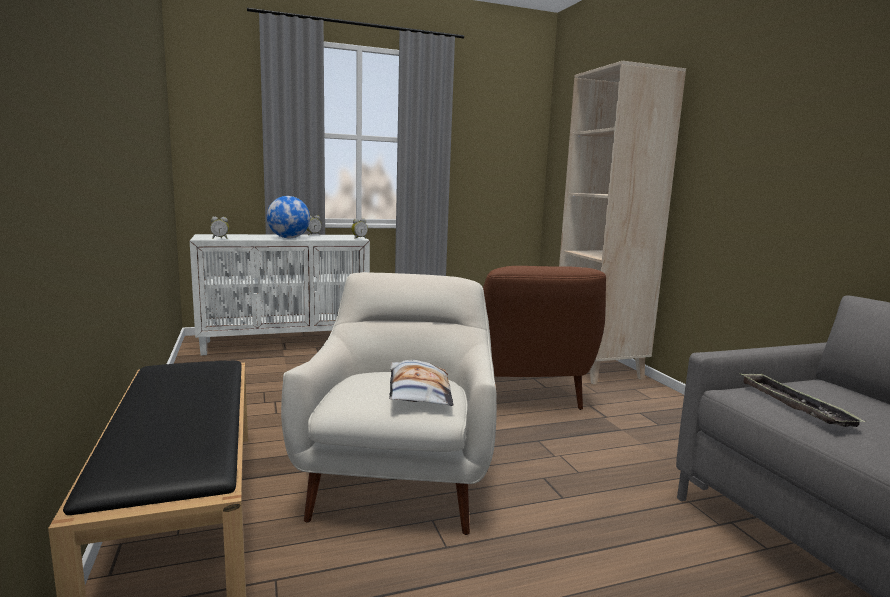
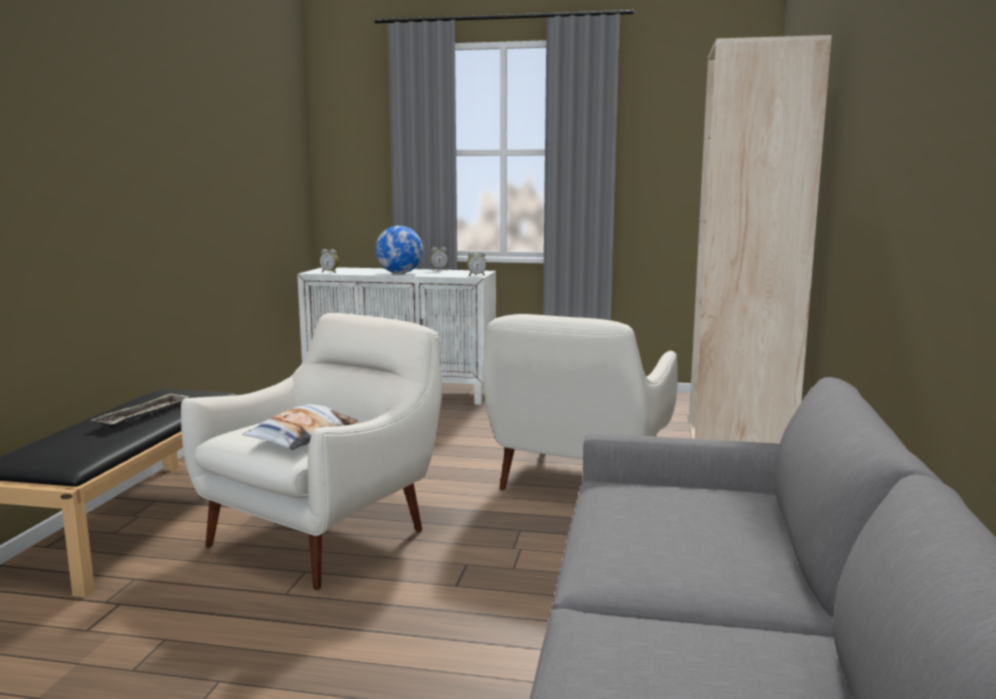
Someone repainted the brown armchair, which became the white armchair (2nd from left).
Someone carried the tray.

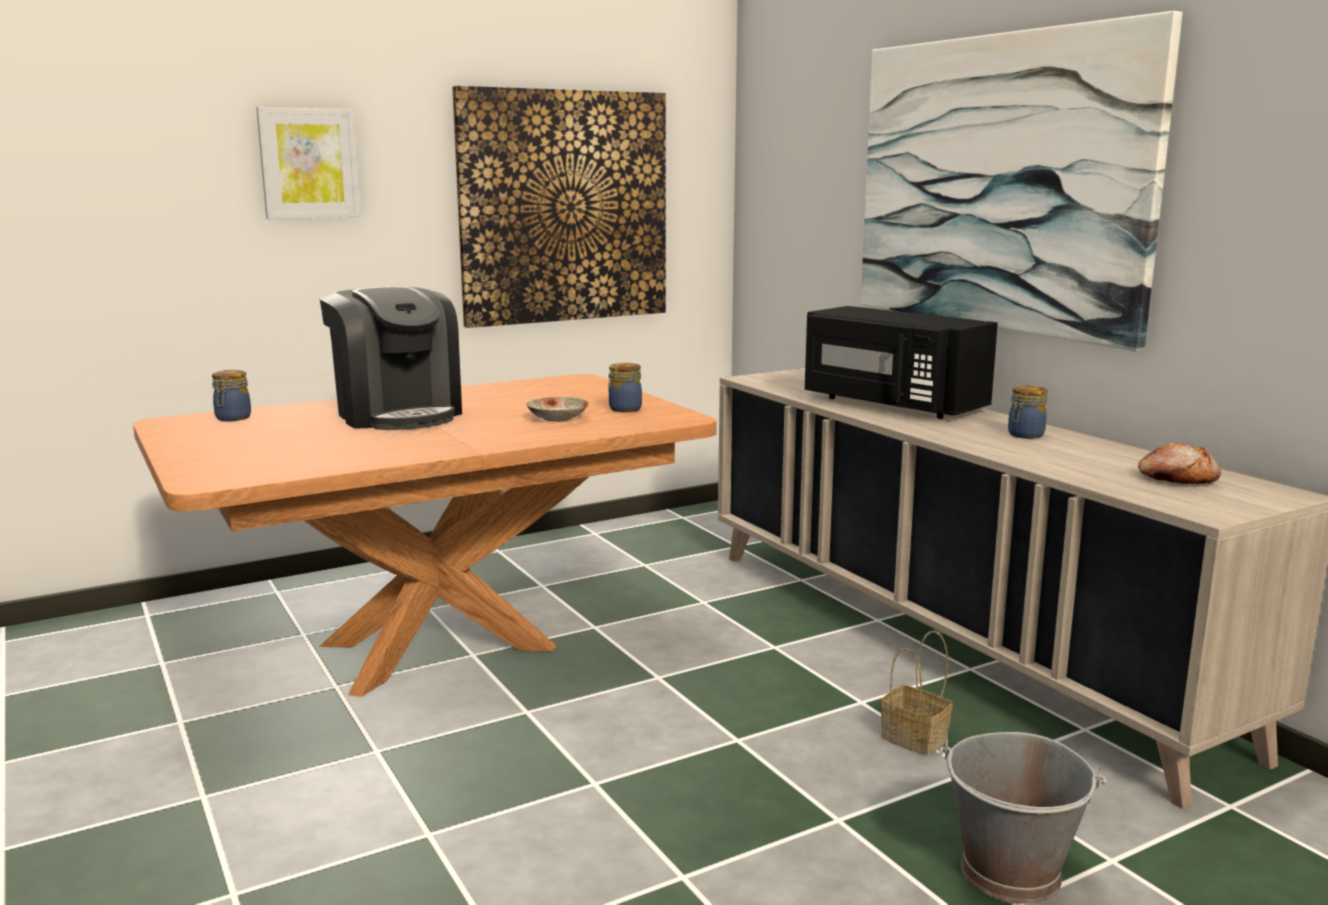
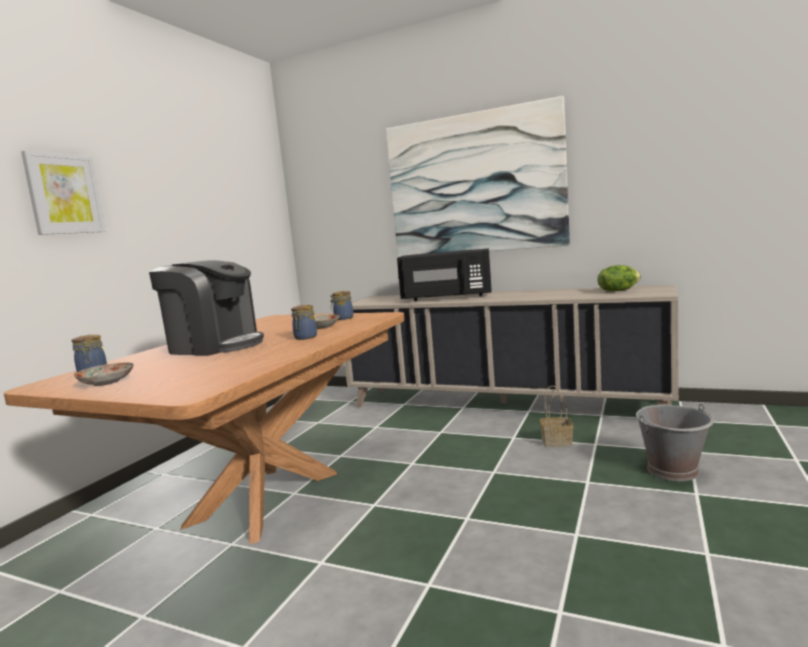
Someone took away the picture (2nd from left).
Someone carried the jar (3rd from left in the first image).
Someone swapped the bread for the lettuce.
Someone put down the plate (1st from left).

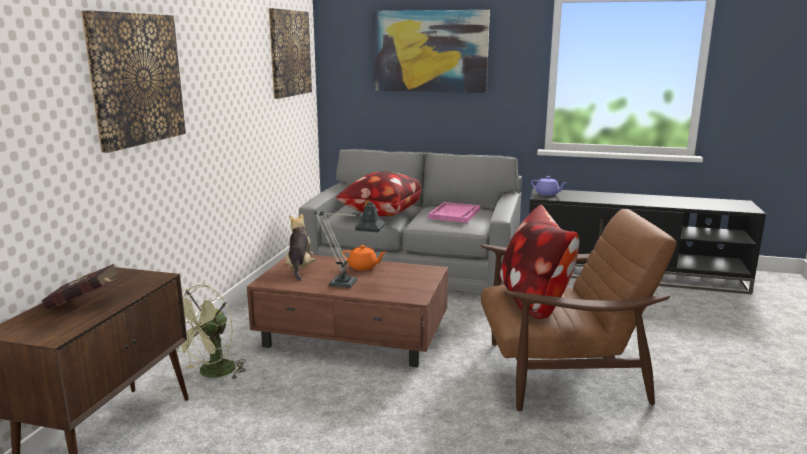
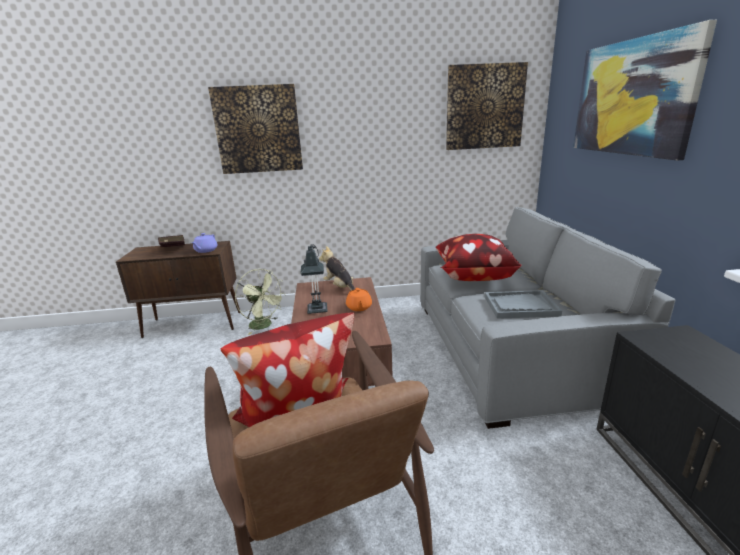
Someone carried the purple teapot.
Someone repainted the pink tray, which became the grey tray.
Someone rotated the plush toy by 105 degrees counterclockwise.
Someone rotated the green fan by 150 degrees counterclockwise.

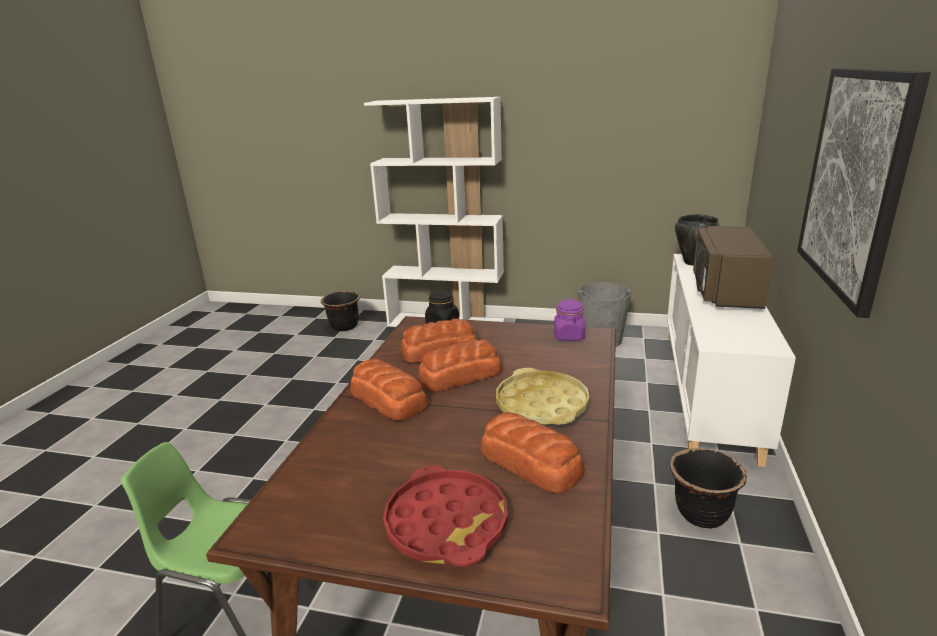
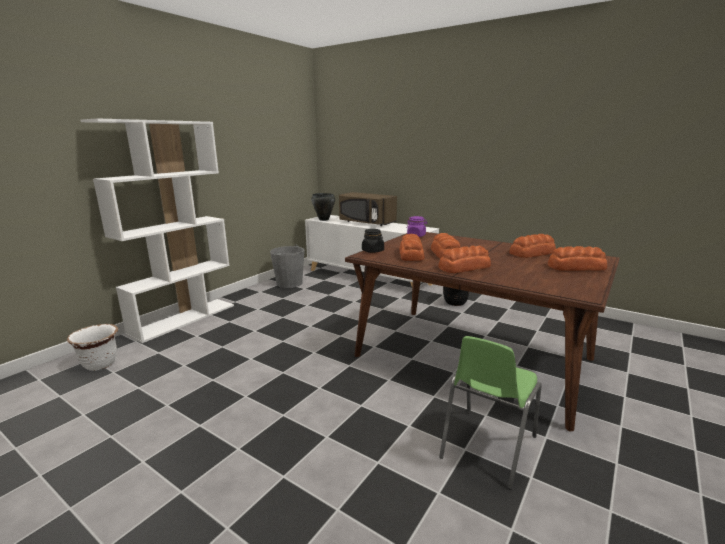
Someone took away the picture.
Someone repainted the black planter (1st from left), which became the white planter.
Someone took away the yellow tray.
Someone swapped the red tray for the bread (5th from left).

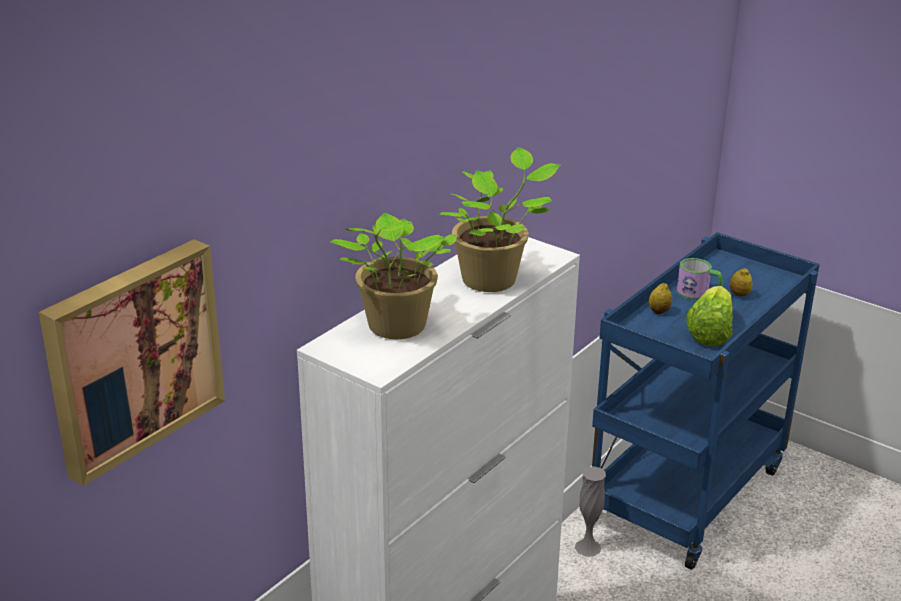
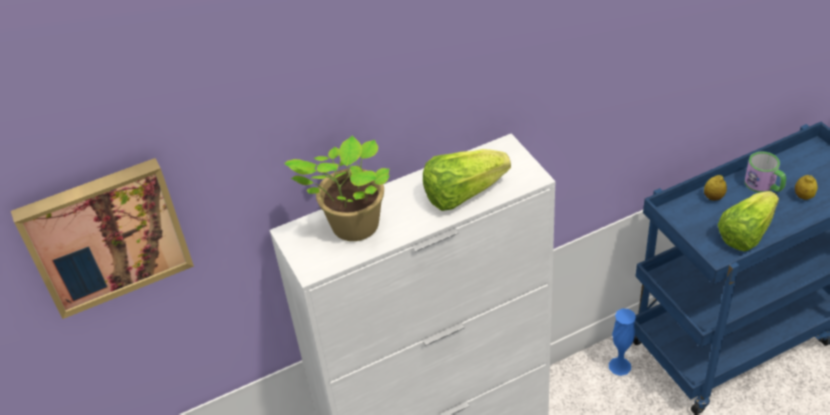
Someone swapped the potted plant (2nd from left) for the lettuce (1st from left).
Someone repainted the grey vase, which became the blue vase.

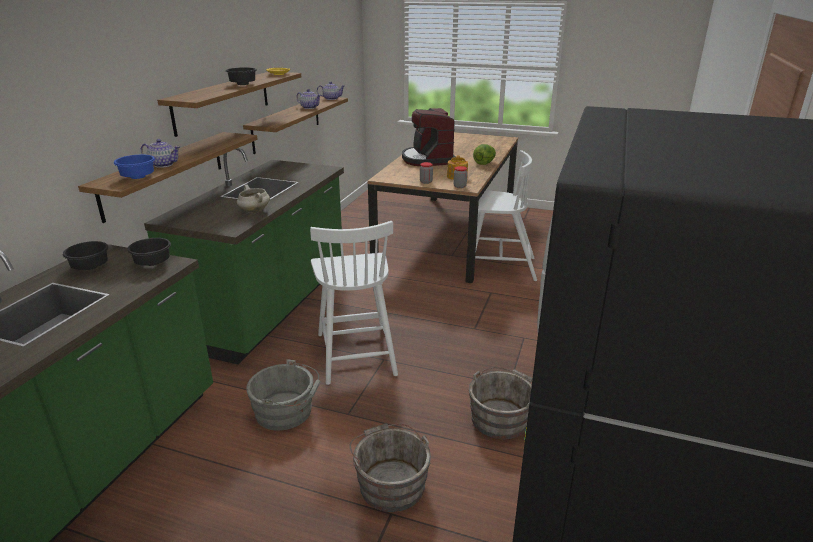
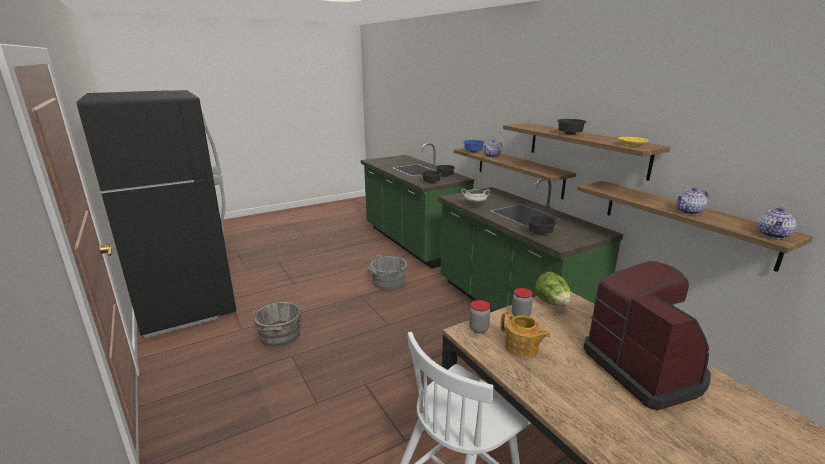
Someone rotated the coffee machine by 45 degrees clockwise.
Someone carried the lettuce.
Someone took away the white chair (1st from left).
Someone took away the grey bucket (2nd from left).
Someone put down the black bowl (3rd from left).

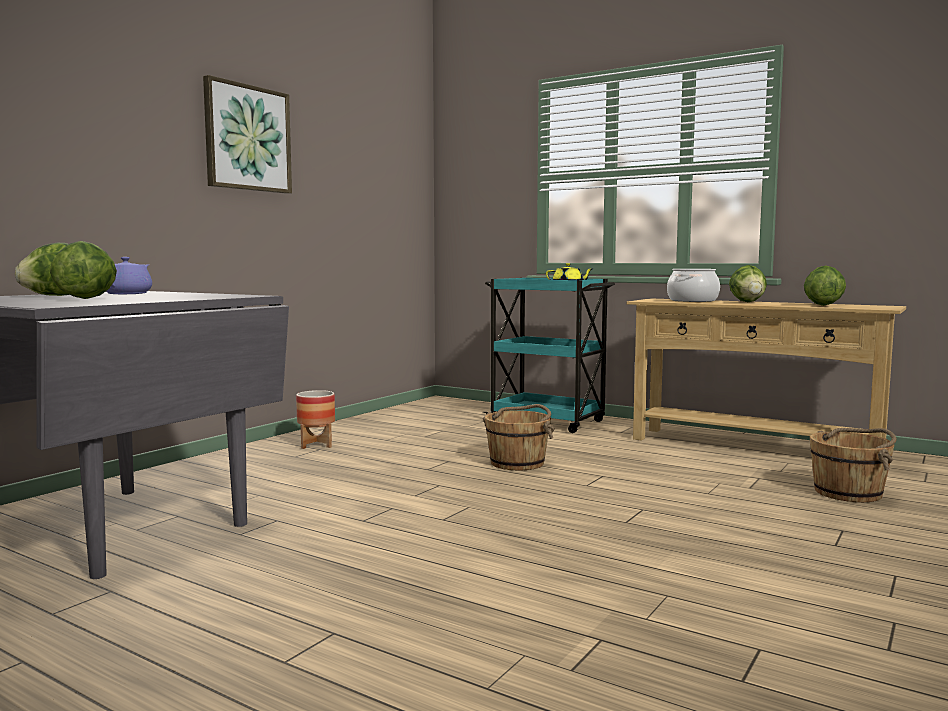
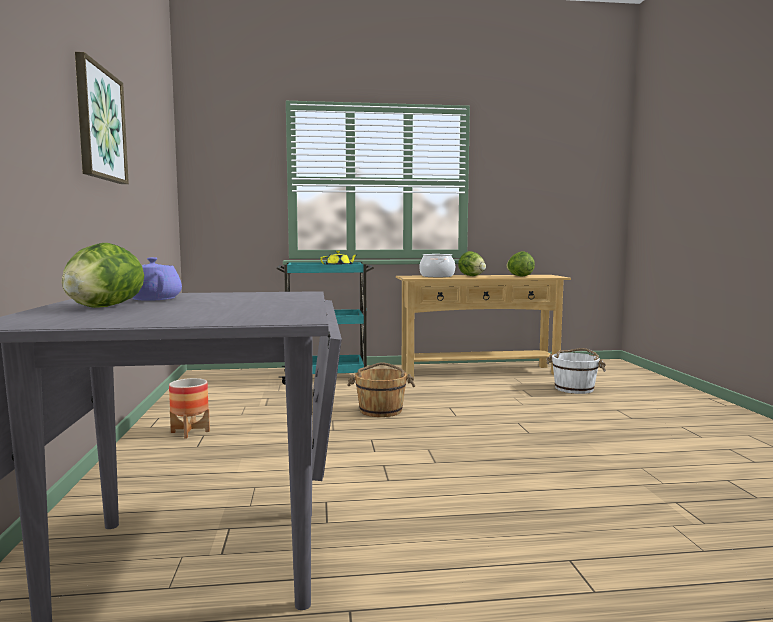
Someone took away the lettuce (2nd from left).
Someone repainted the brown bucket (2nd from left), which became the white bucket.

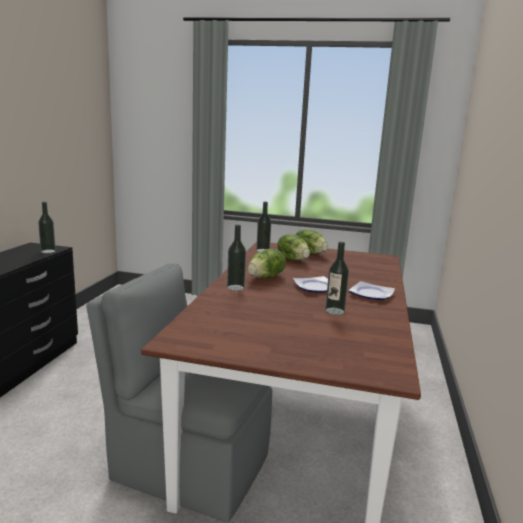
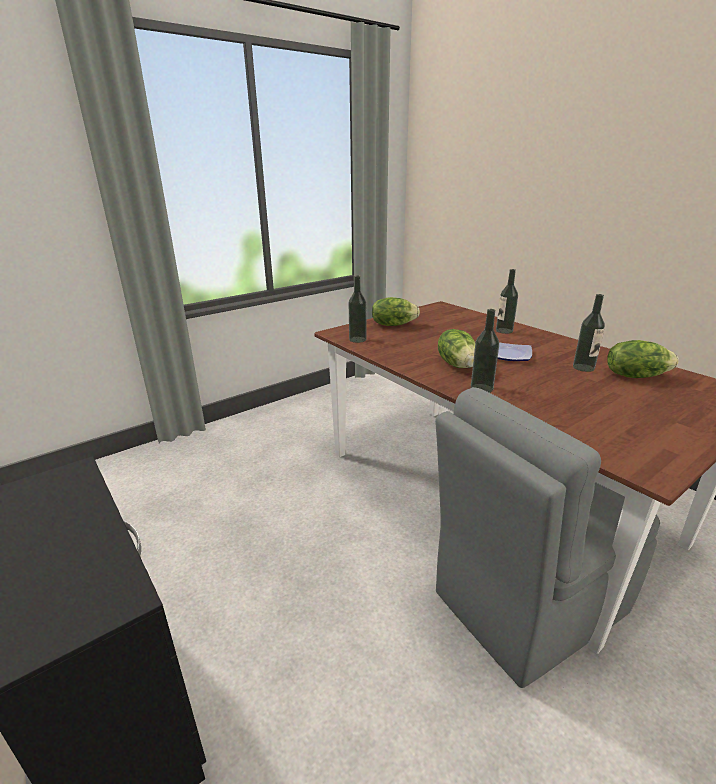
Someone carried the bottle (1st from left in the first image).
Someone carried the lettuce (2nd from left in the first image).
Someone took away the plate (2nd from left).

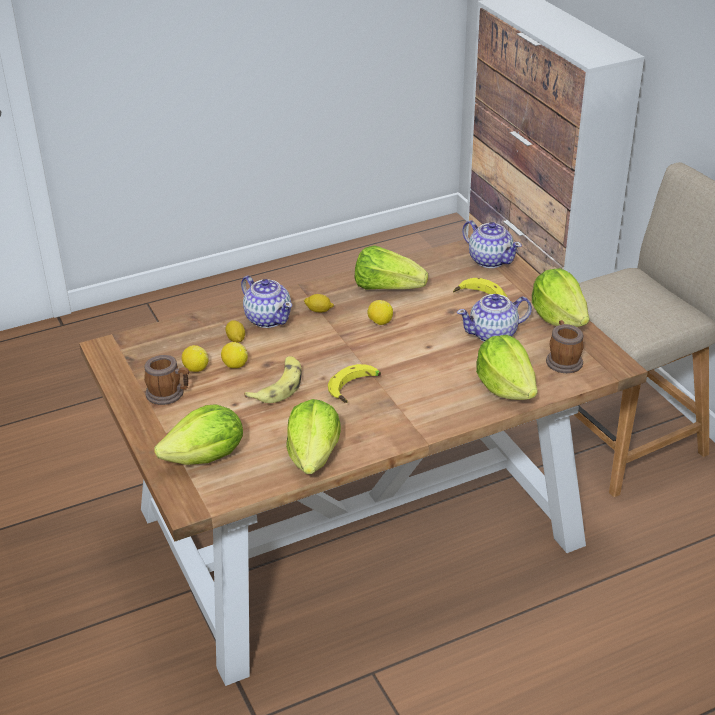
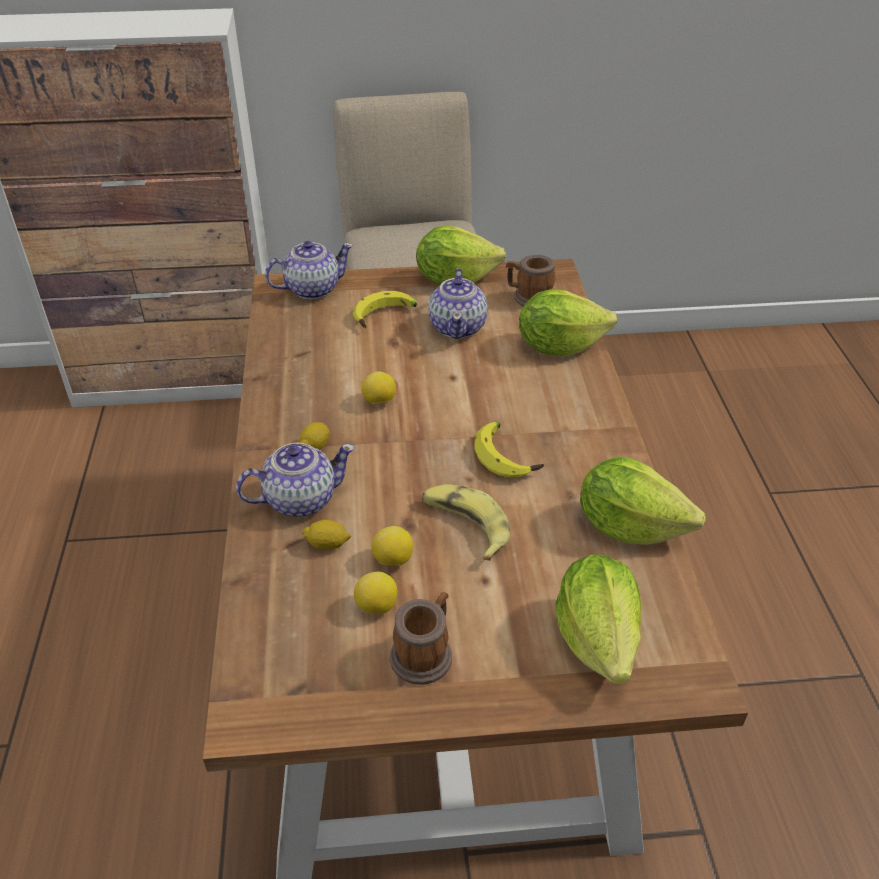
Someone took away the lettuce (3rd from left).

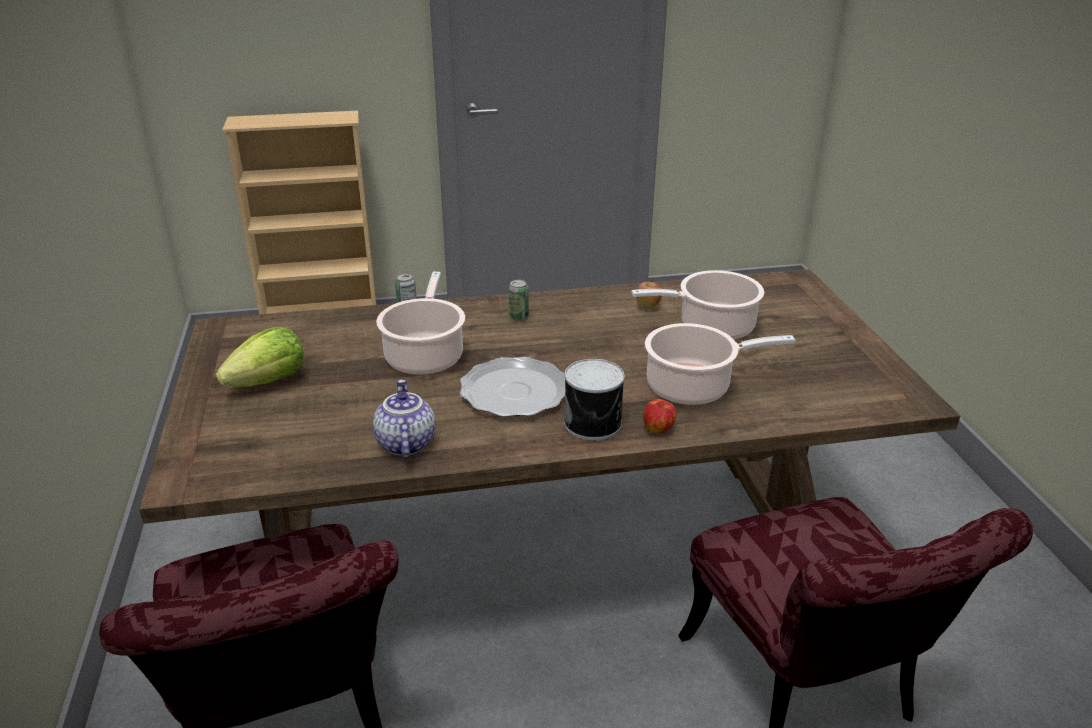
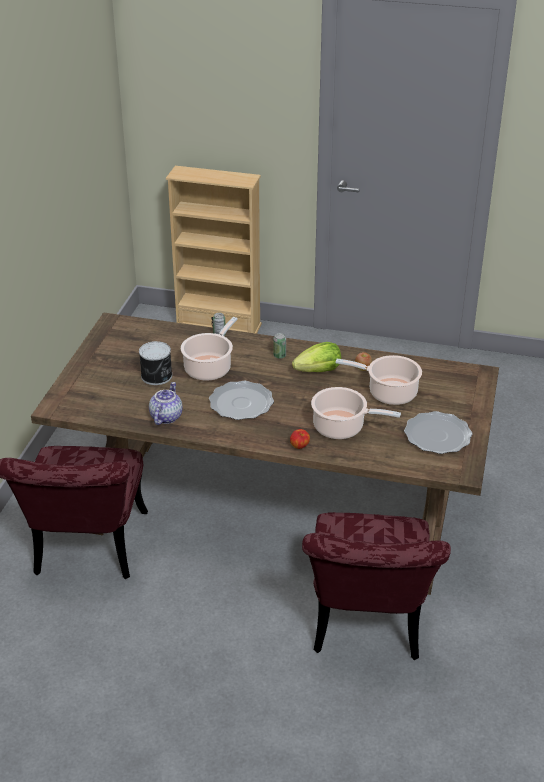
Someone carried the lettuce.
Someone carried the can (3rd from left in the first image).
Someone put down the plate (2nd from left).

